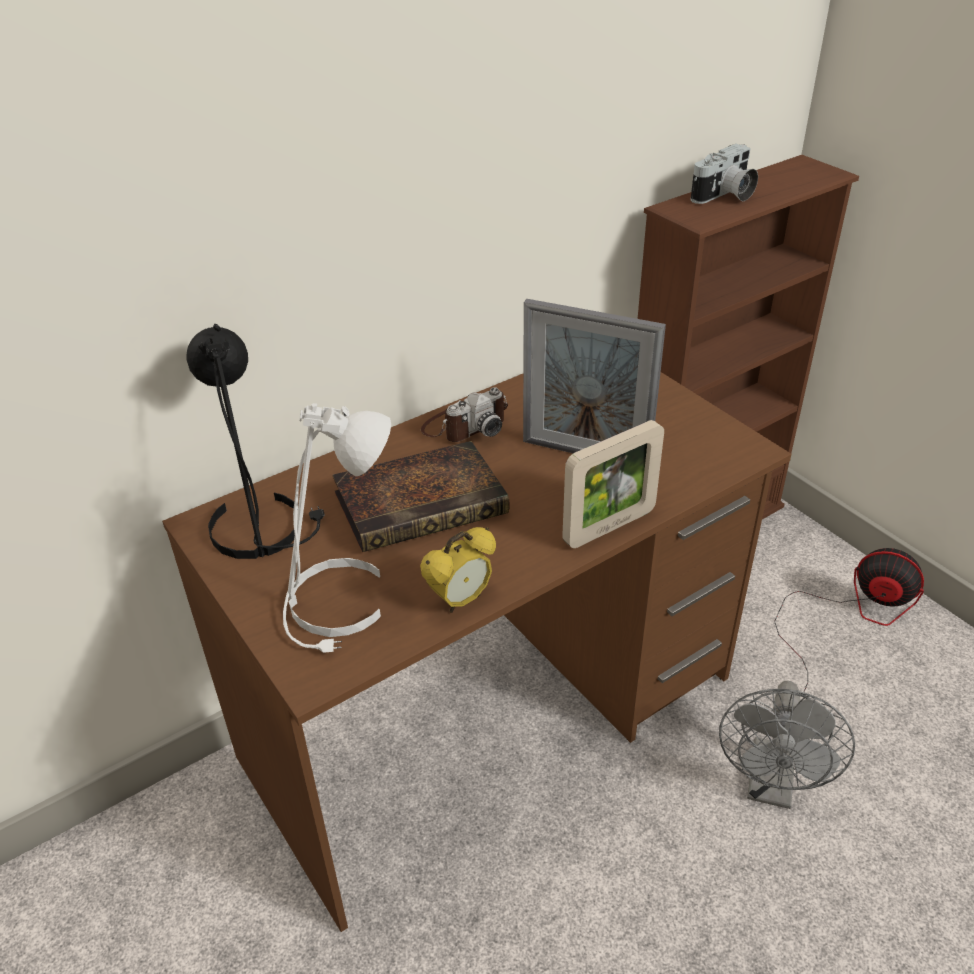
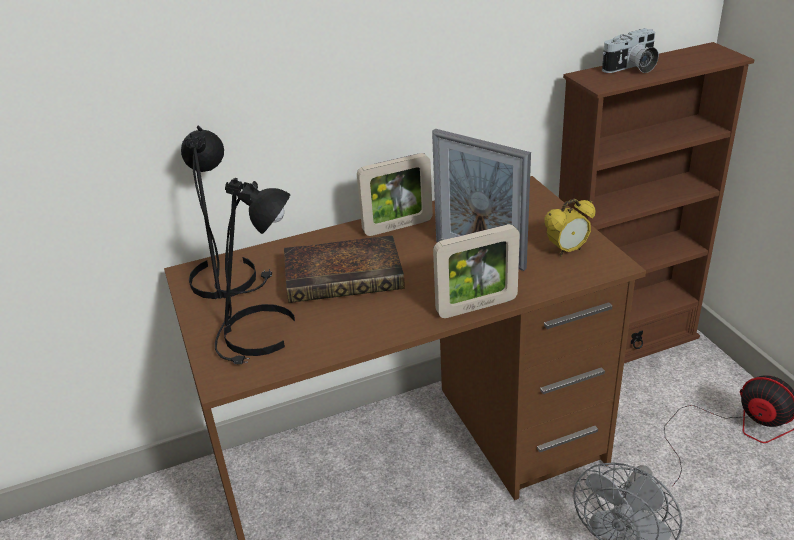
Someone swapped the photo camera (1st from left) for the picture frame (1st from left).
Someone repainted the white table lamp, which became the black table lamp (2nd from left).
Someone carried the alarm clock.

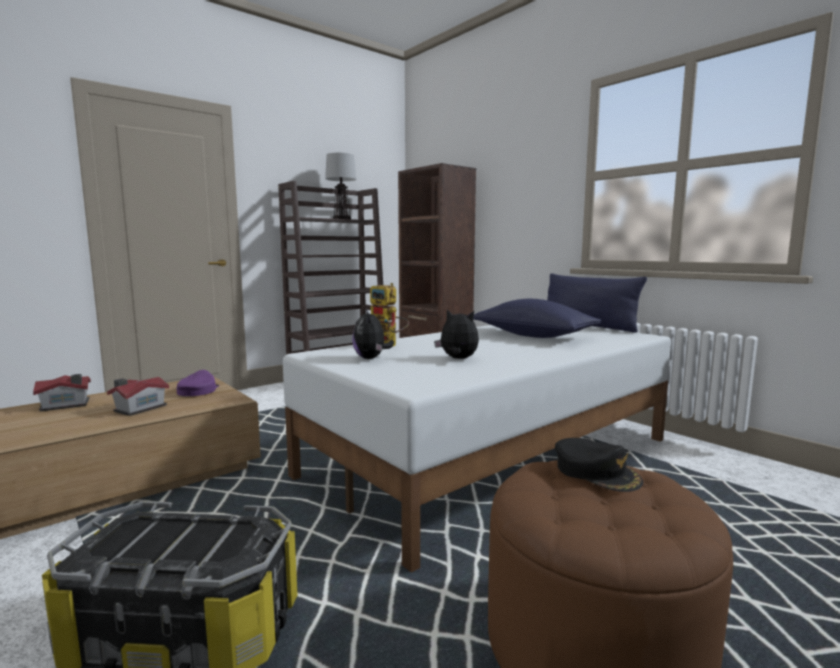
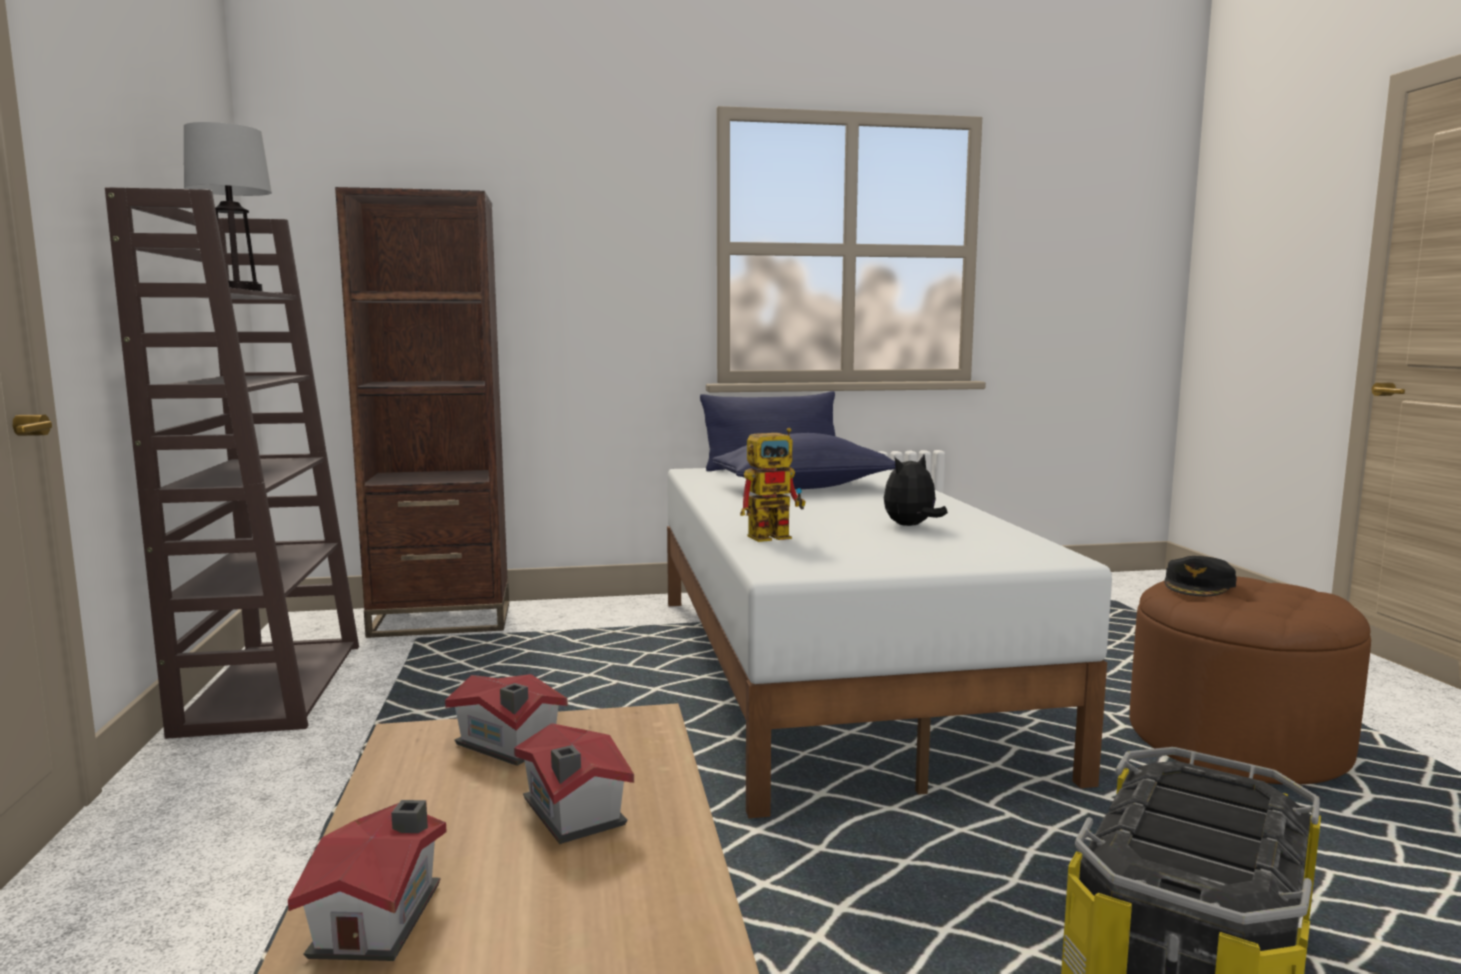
Someone took away the plush toy (1st from left).
Someone swapped the purple cap for the toy house (2nd from left).
Someone rotated the black cap by 135 degrees clockwise.

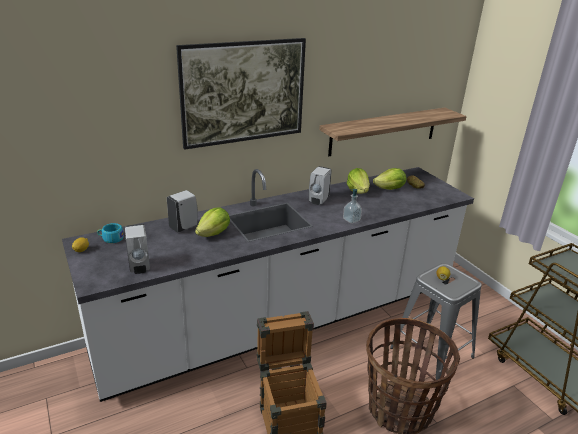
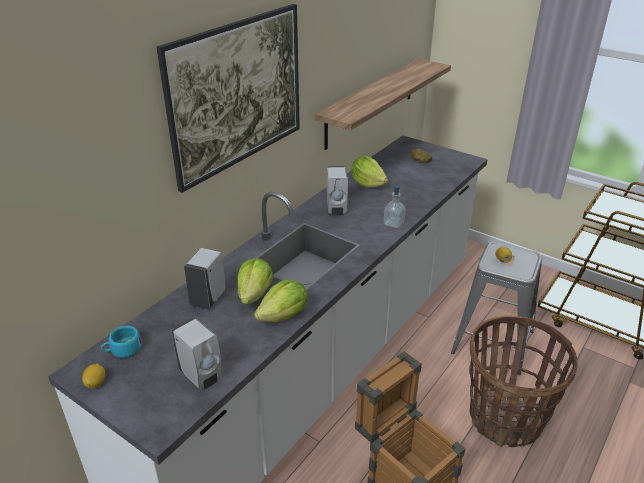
Someone carried the lettuce (3rd from left in the first image).

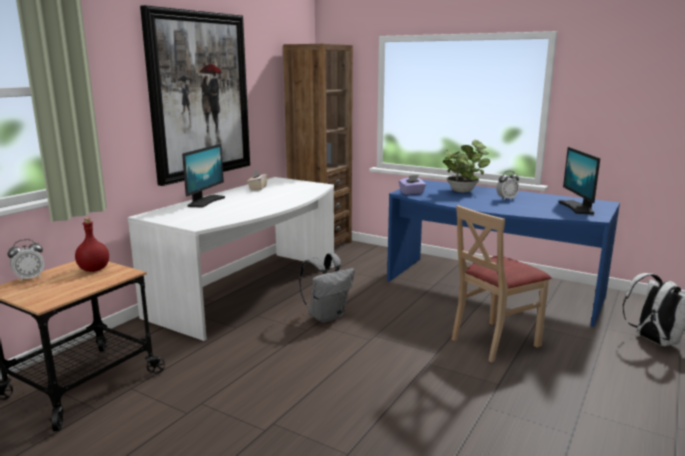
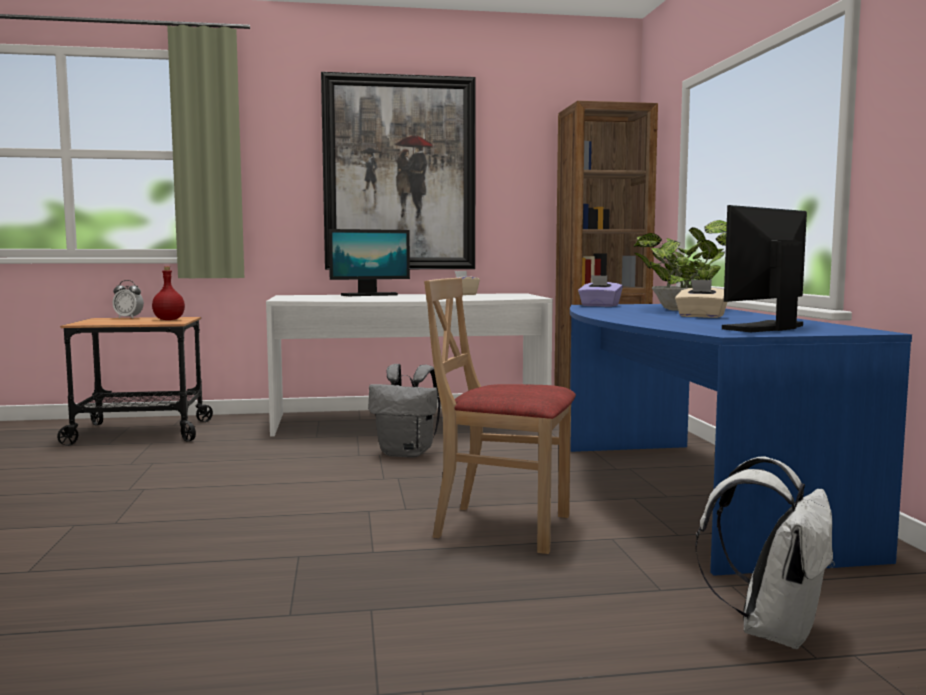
Someone swapped the alarm clock (2nd from left) for the beige tissue box (2nd from left).

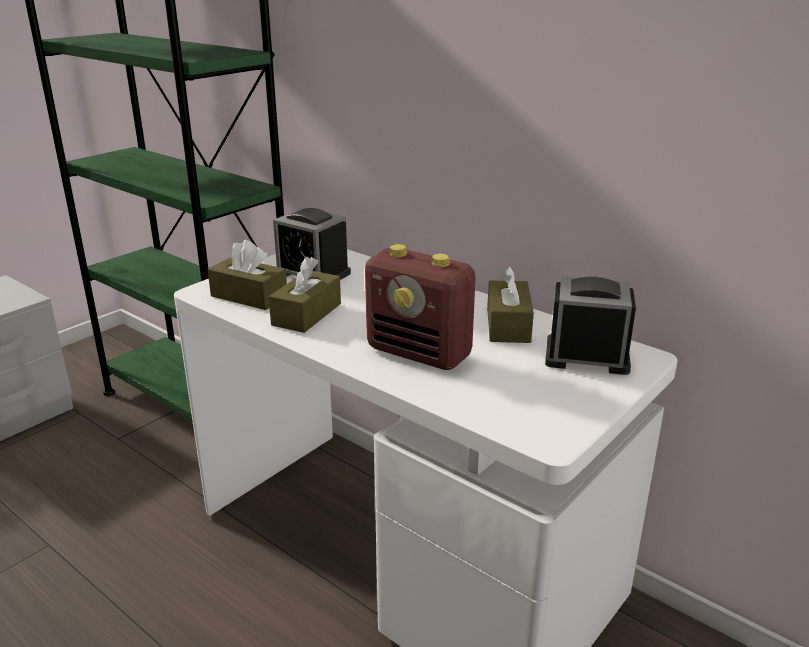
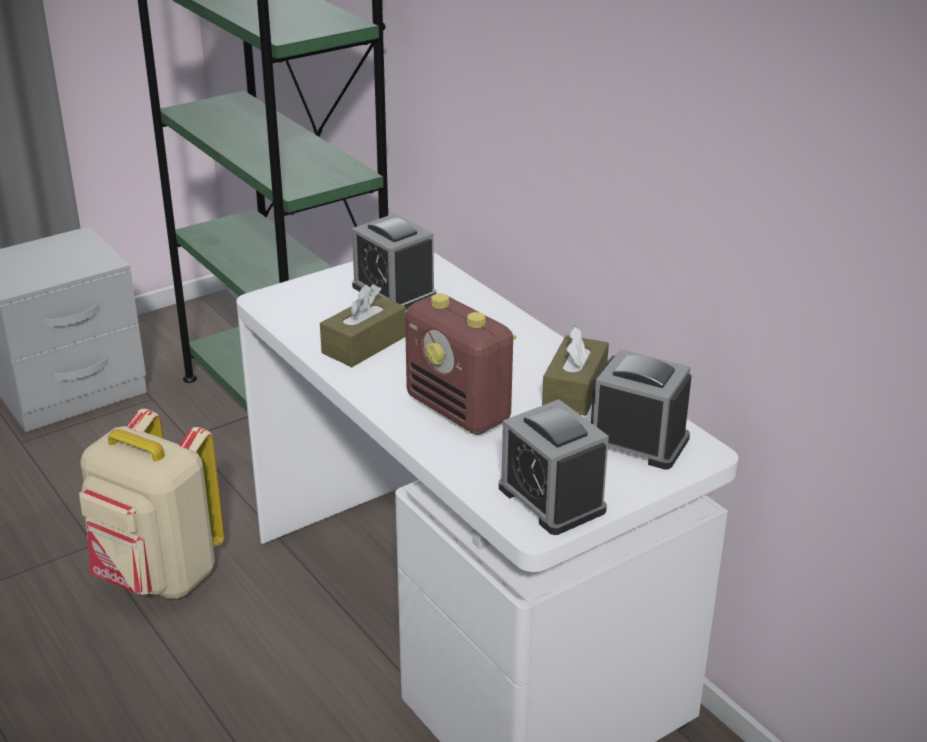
Someone took away the brown tissue box (1st from left).
Someone put down the alarm clock (2nd from left).
Someone put down the beige backpack.

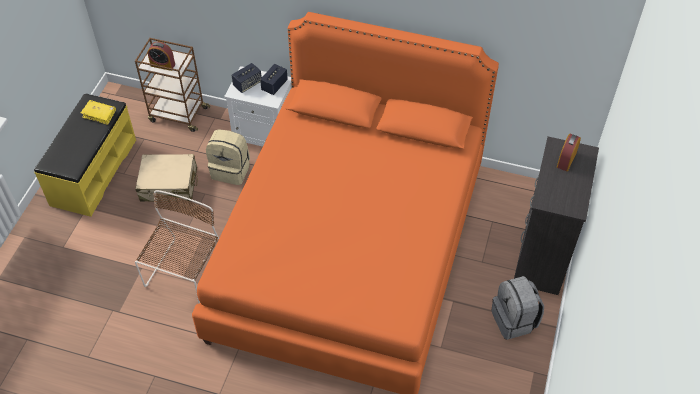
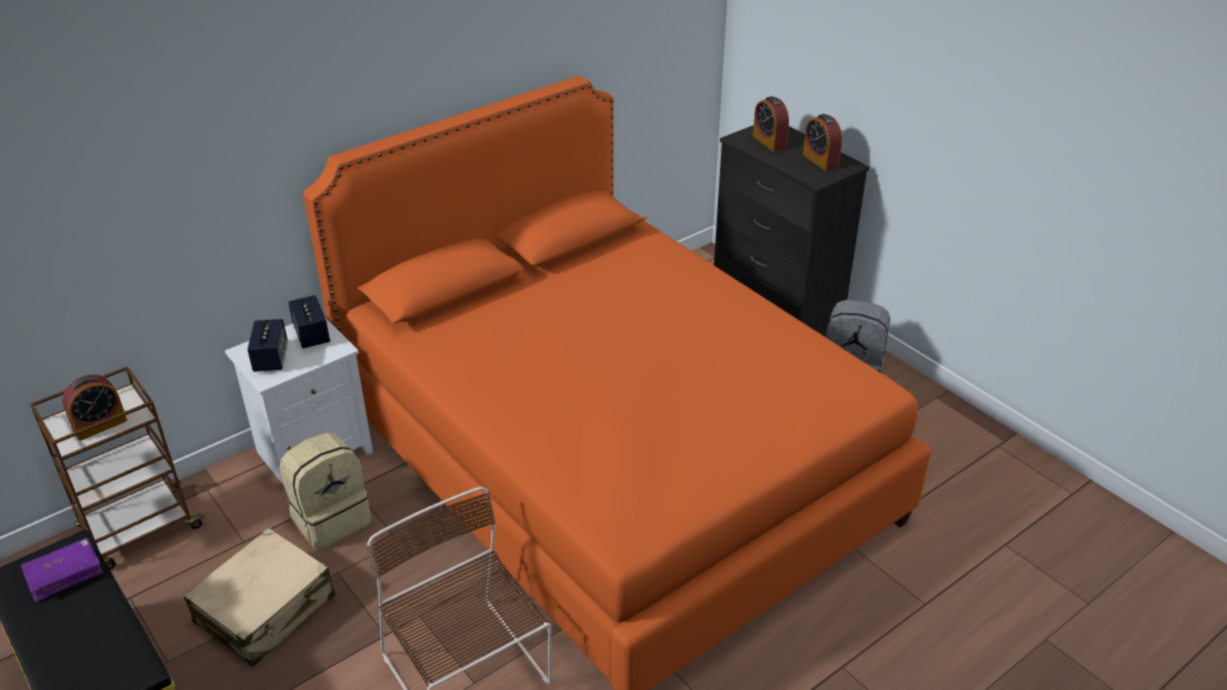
Someone repainted the yellow book, which became the purple book.
Someone put down the alarm clock (3rd from left).

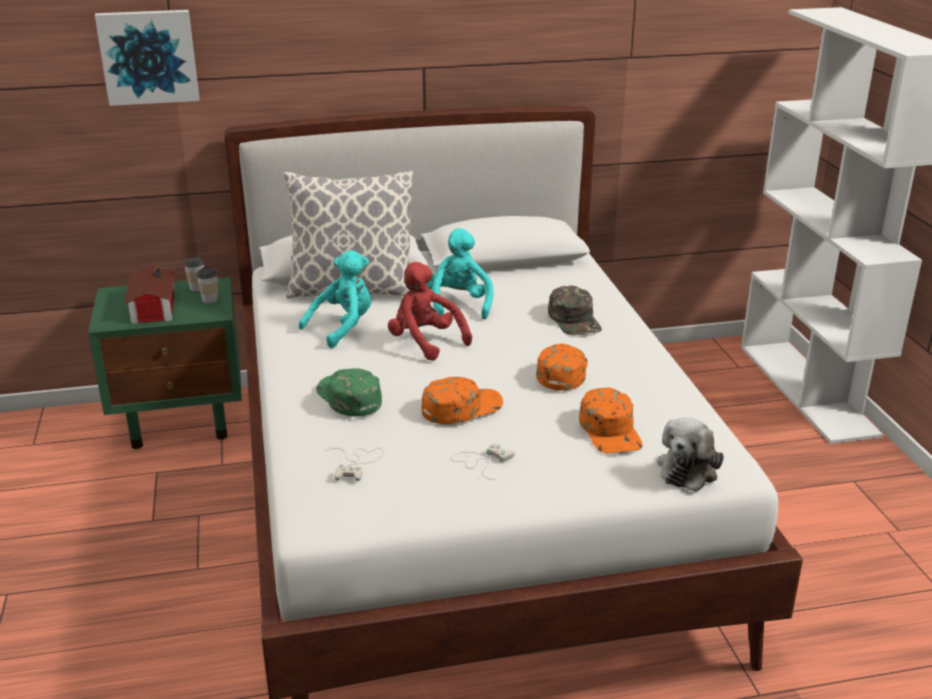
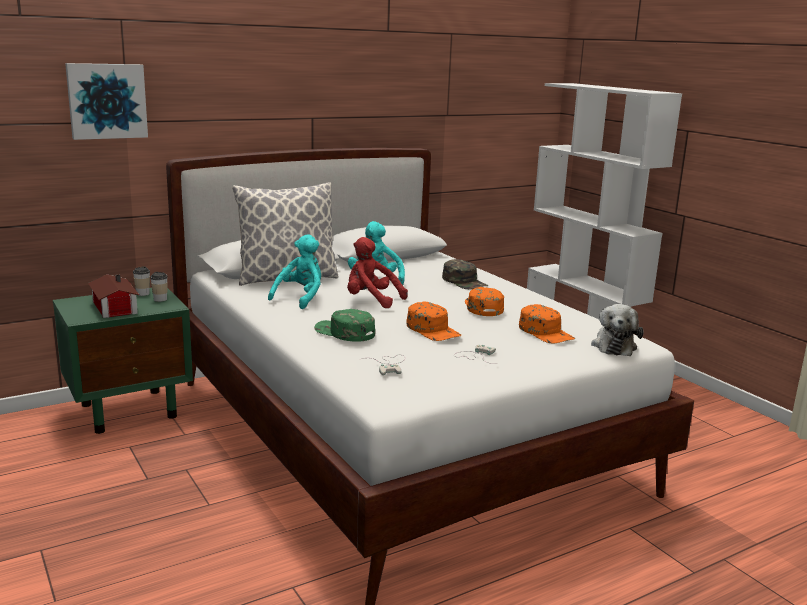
Someone rotated the orange cap (1st from left) by 105 degrees clockwise.

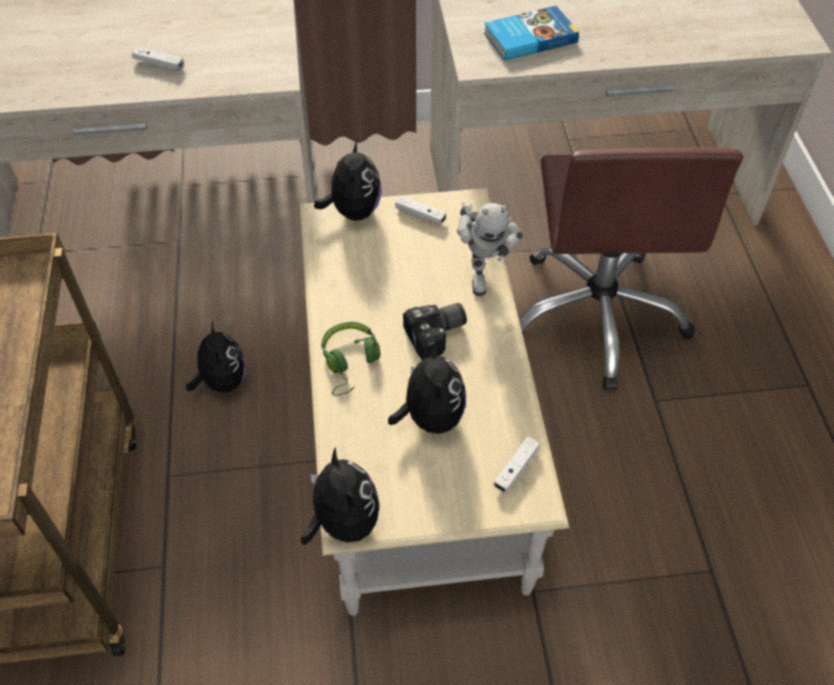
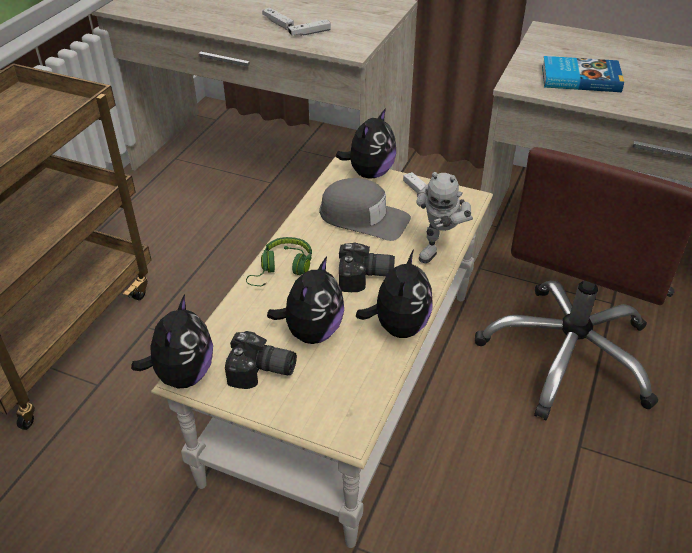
Someone carried the plush toy (1st from left in the first image).
Someone carried the white game controller (3rd from left in the first image).
Someone put down the grey cap.
Someone put down the photo camera (1st from left).

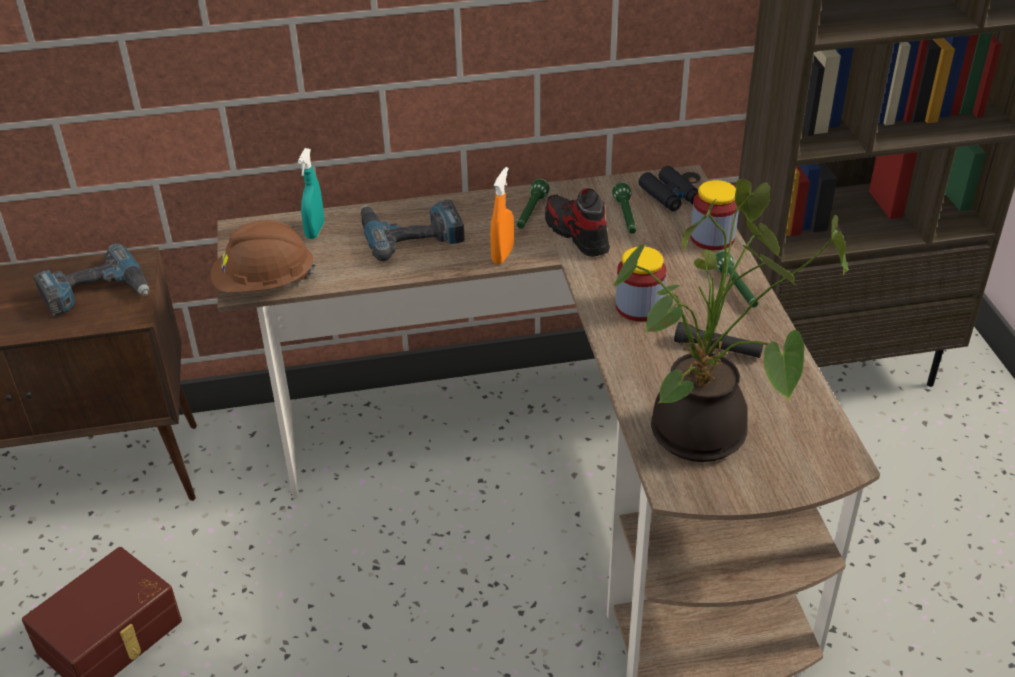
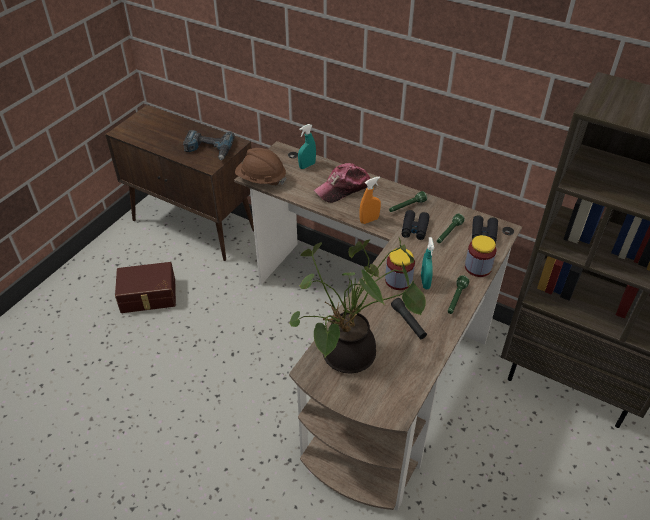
Someone swapped the shoe for the black binoculars (1st from left).
Someone swapped the power drill (2nd from left) for the cap.
Someone put down the turquoise spray bottle (2nd from left).

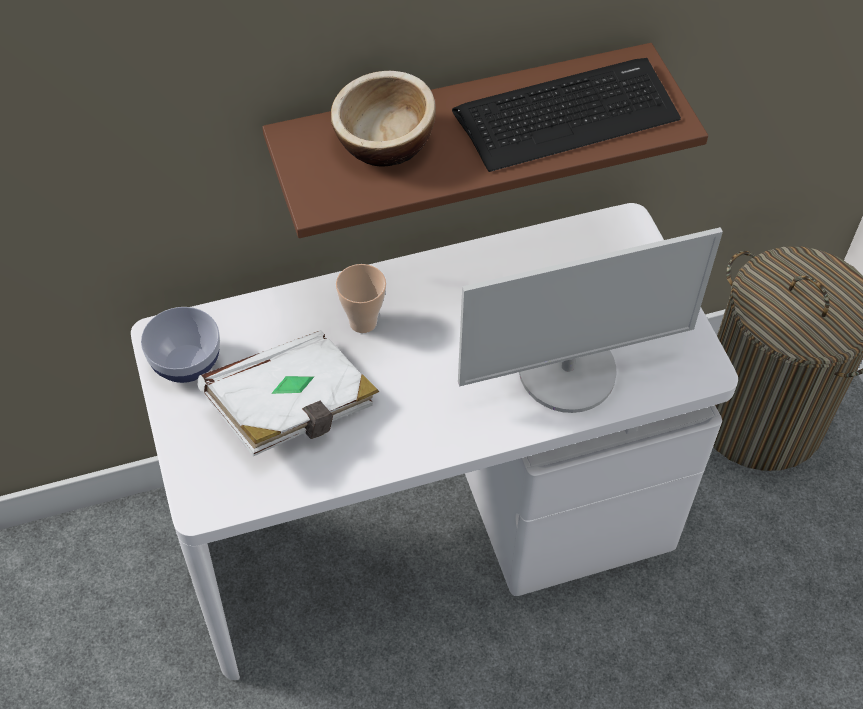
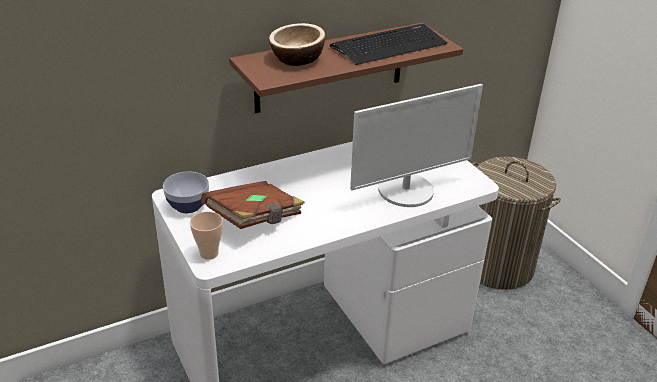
Someone carried the cup.
Someone repainted the white book, which became the brown book.

